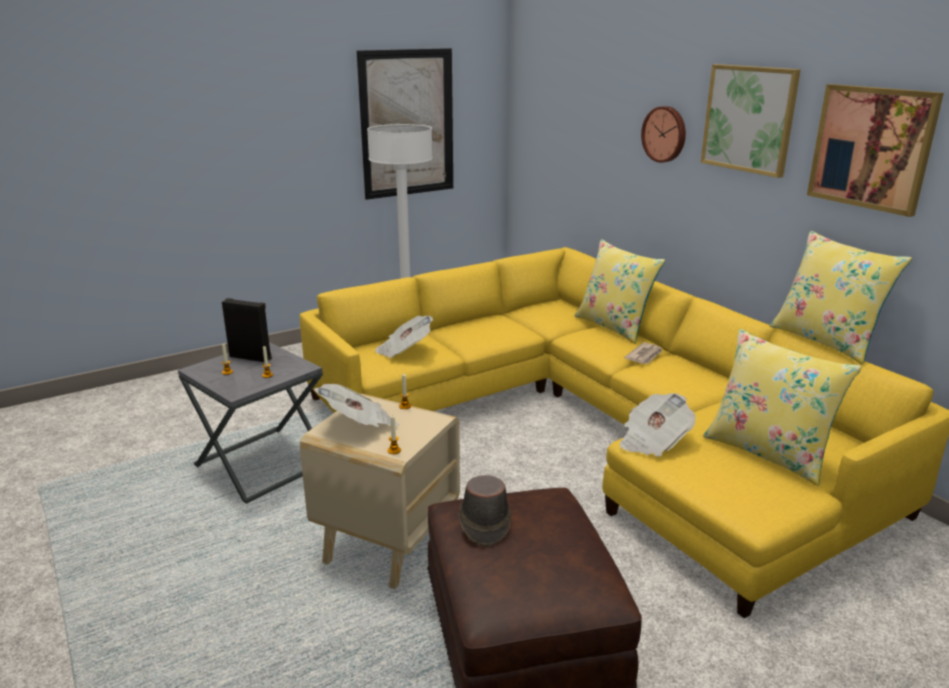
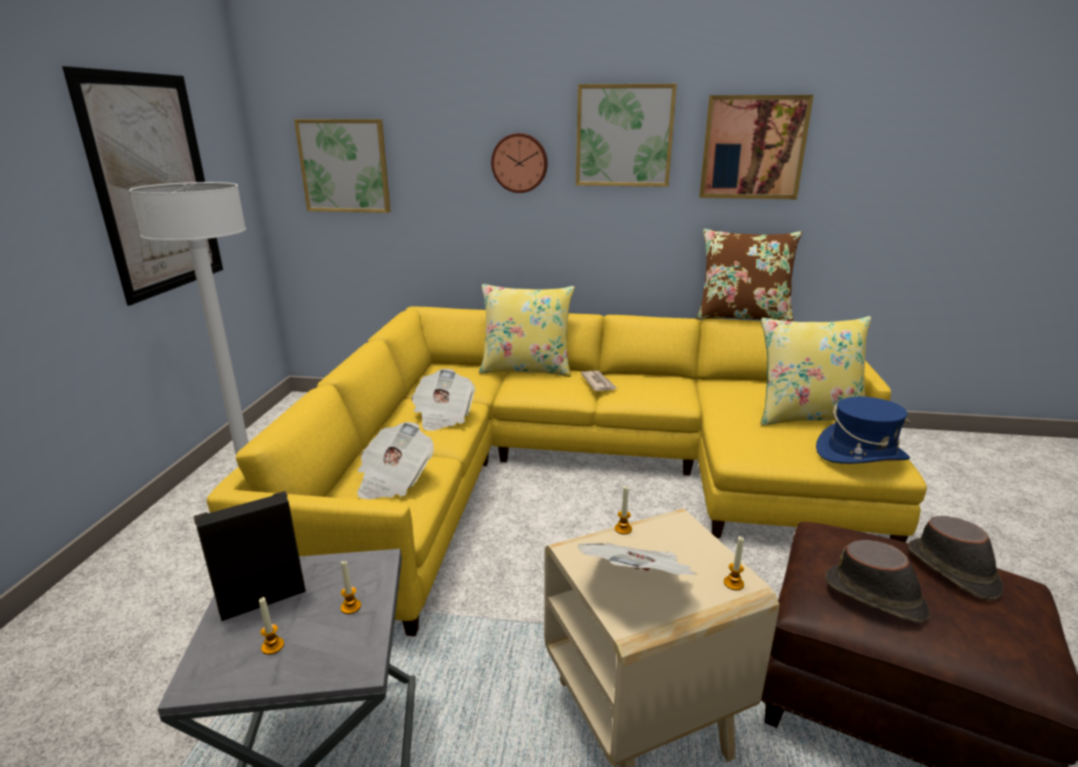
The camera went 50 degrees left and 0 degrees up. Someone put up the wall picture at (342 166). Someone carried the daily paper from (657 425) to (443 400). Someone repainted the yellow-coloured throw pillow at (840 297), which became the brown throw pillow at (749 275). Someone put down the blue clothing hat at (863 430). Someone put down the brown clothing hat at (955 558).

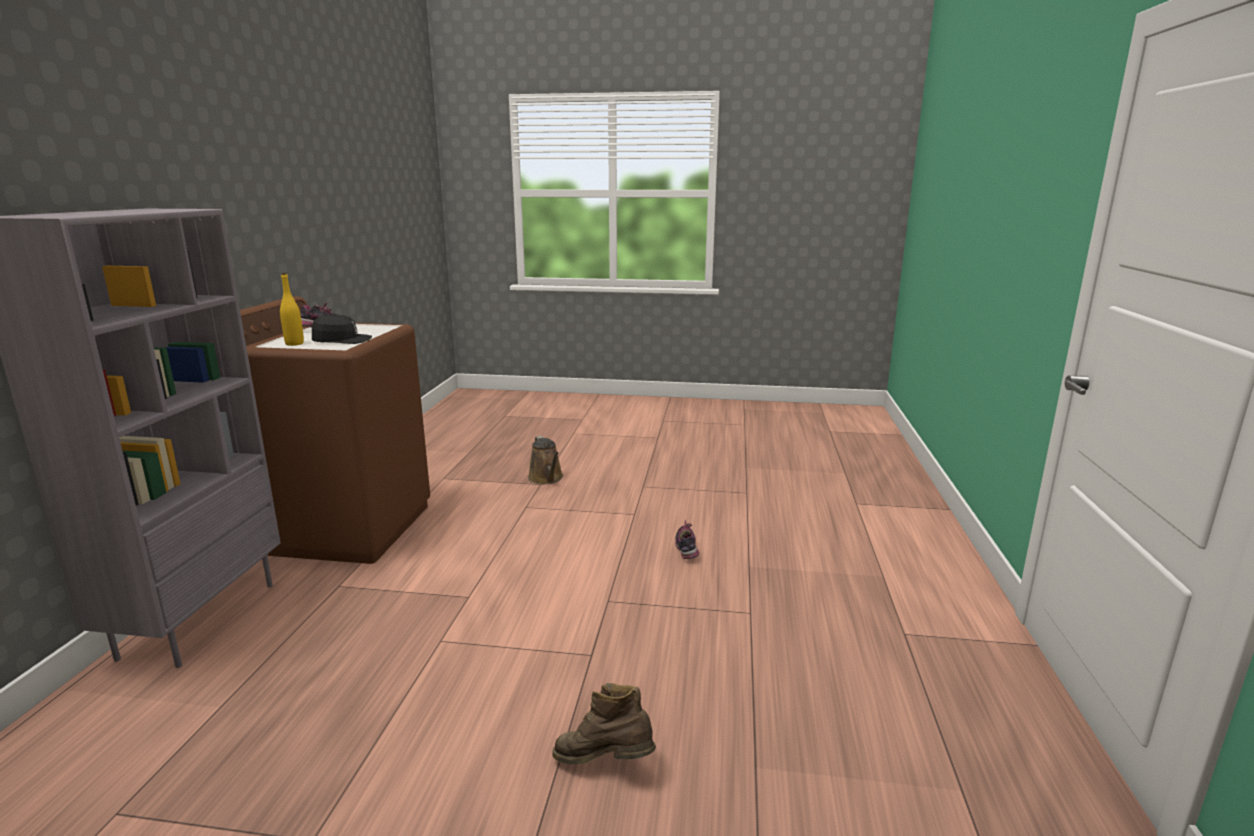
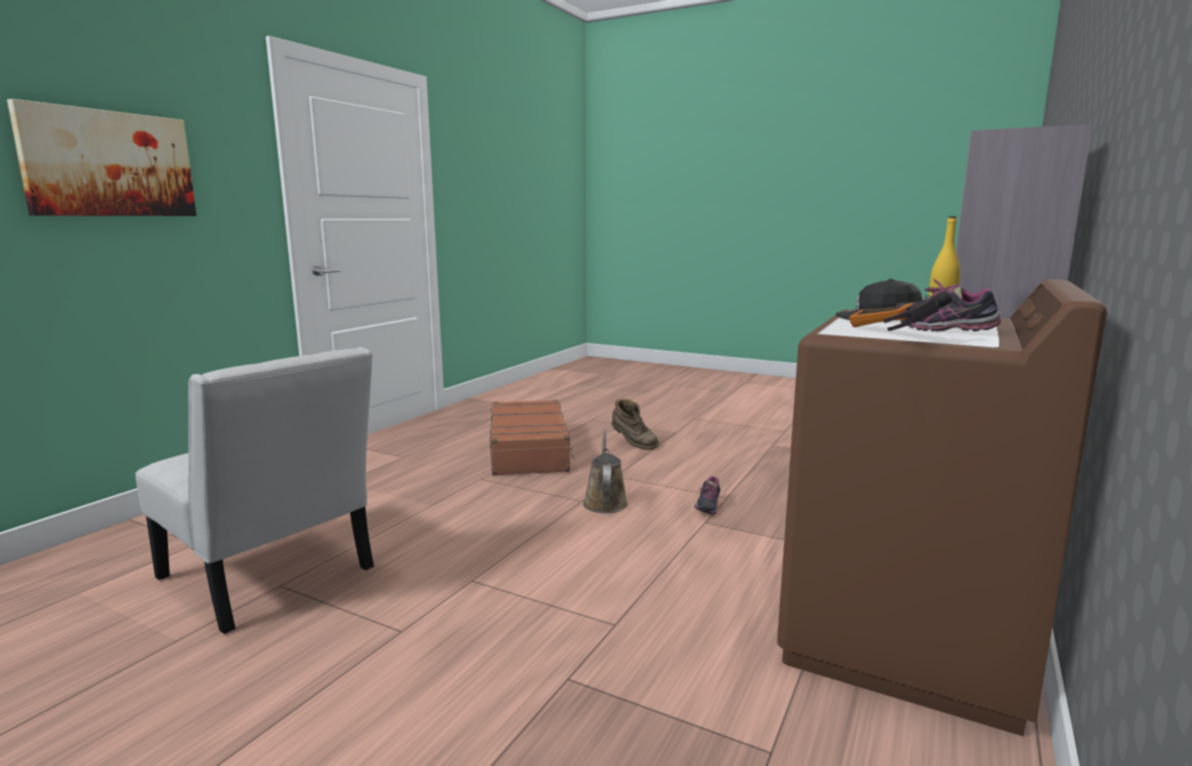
The camera went 160 degrees left and 5 degrees down. Someone put up the wall picture at (102 157). Someone put down the white upright chair at (254 490). Someone put down the brown travel case at (532 438). Someone carried the brown watering can from (545 460) to (605 472). Someone carried the item of footwear from (687 539) to (707 495). Someone put down the hammer at (900 311).

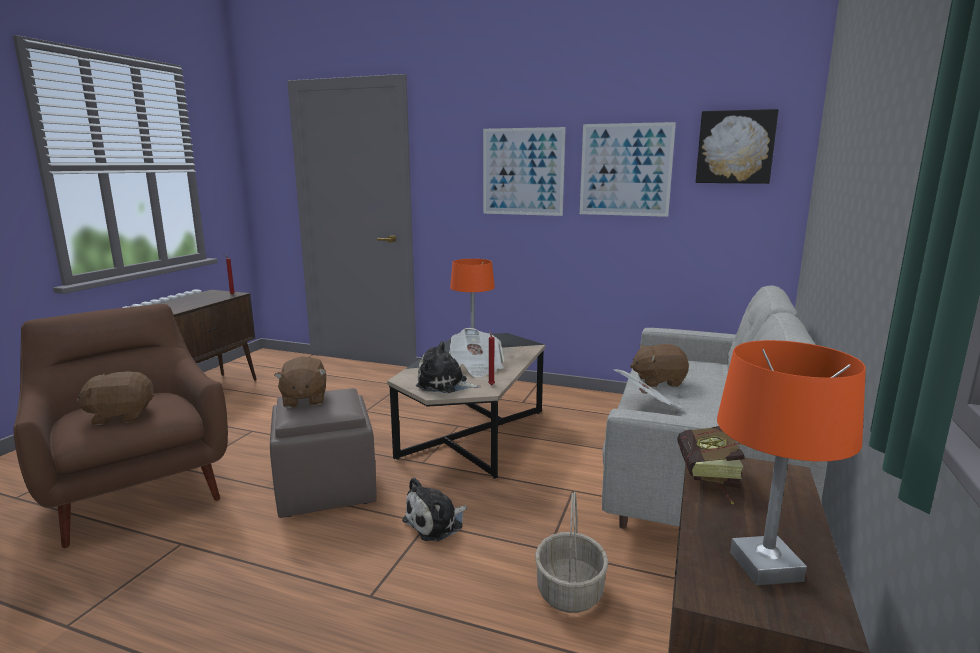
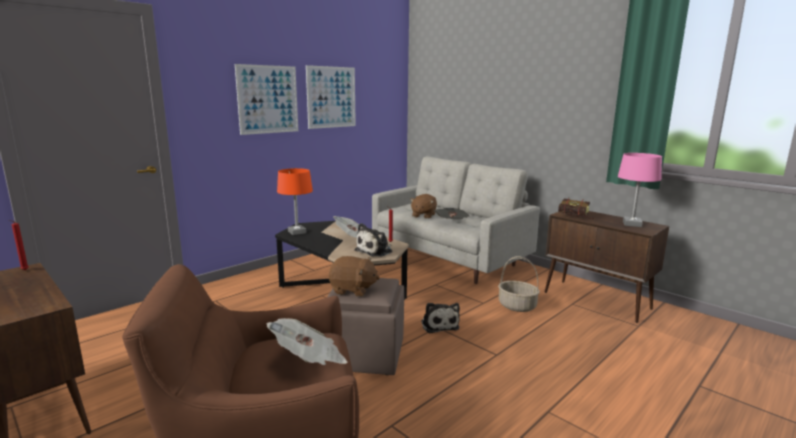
The camera went 65 degrees left and 0 degrees up. Someone swapped the brown soft toy at (115 398) for the daily paper at (307 341). Someone repainted the orange lamp for a table at (791 463), which became the pink lamp for a table at (640 190). Someone took away the wall picture at (737 146).

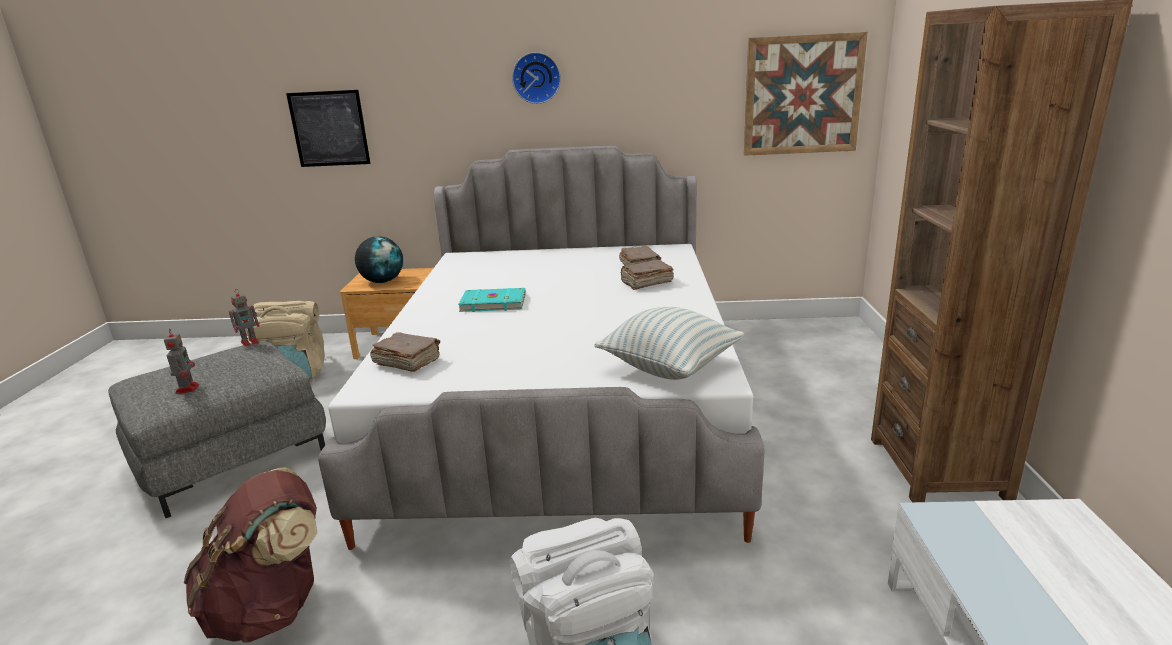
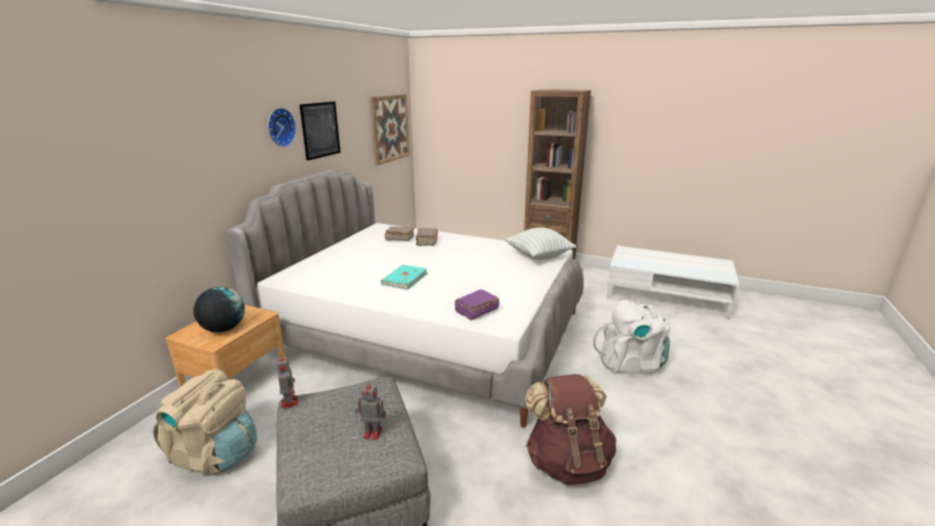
The camera went 70 degrees left and 0 degrees up. Someone carried the wall picture from (328 128) to (320 131). Someone repainted the brown book at (405 352), which became the purple book at (477 305).

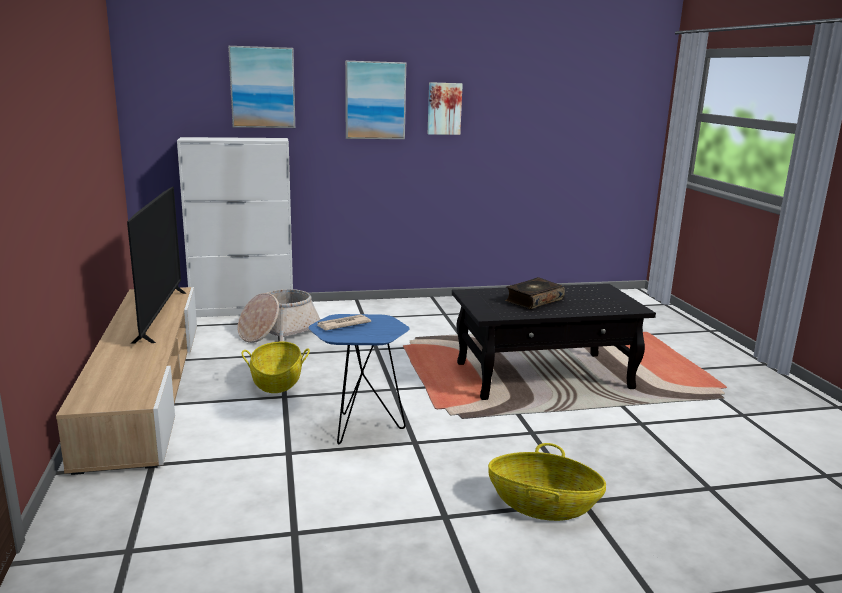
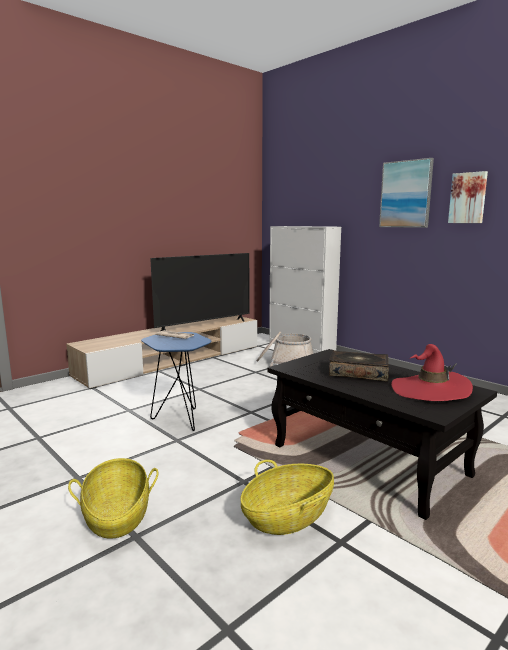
The camera went 60 degrees right and 5 degrees down. Someone carried the household basket from (276 367) to (287 497). Someone put down the reddish clothing hat at (432 372). Someone took away the wall picture at (261 87).

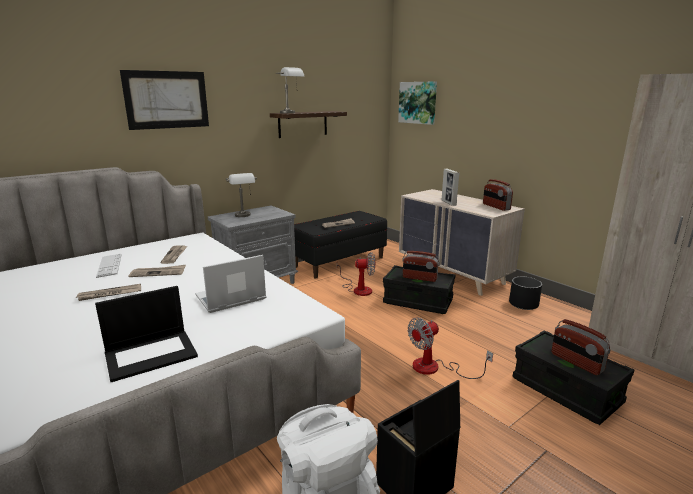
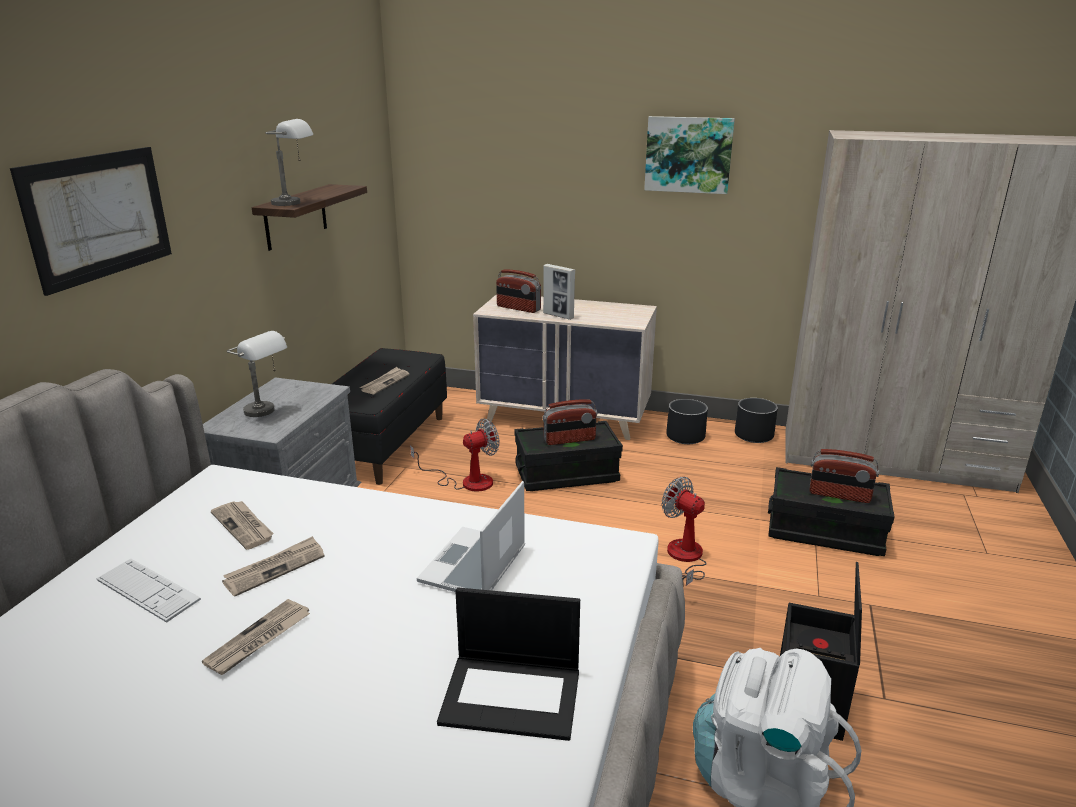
The camera went 35 degrees left and 5 degrees up. Someone rotated the portable computer at (146 334) by 75 degrees clockwise. Someone carried the radio receiver from (498 195) to (518 291). Someone carried the wall picture from (417 103) to (689 155). Someone rotated the electric fan at (450 348) by 120 degrees clockwise. Someone put down the blackish plant pot at (756 420).

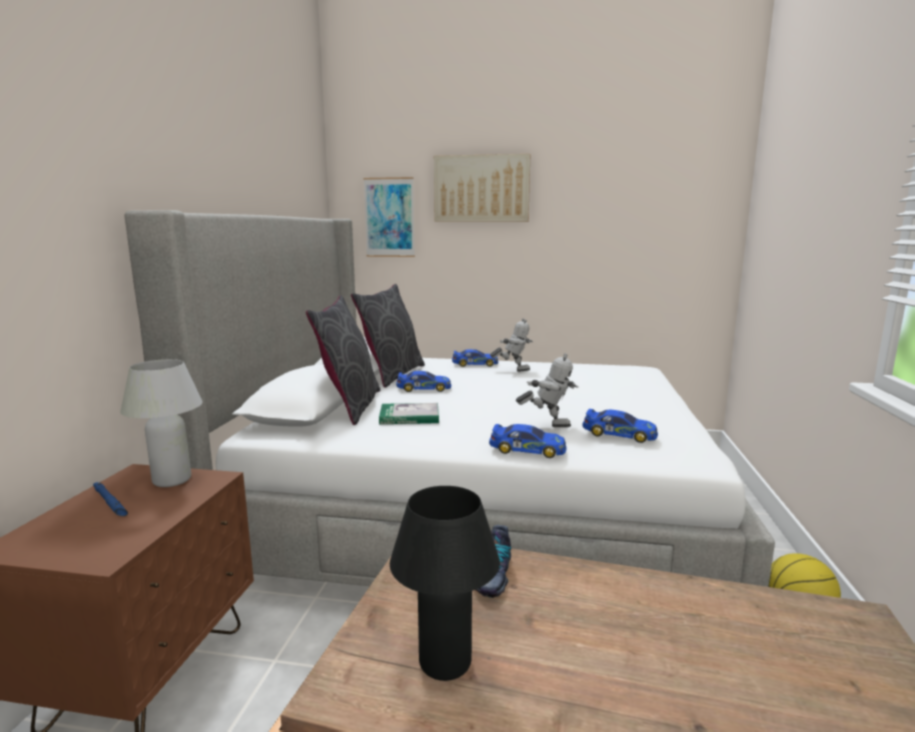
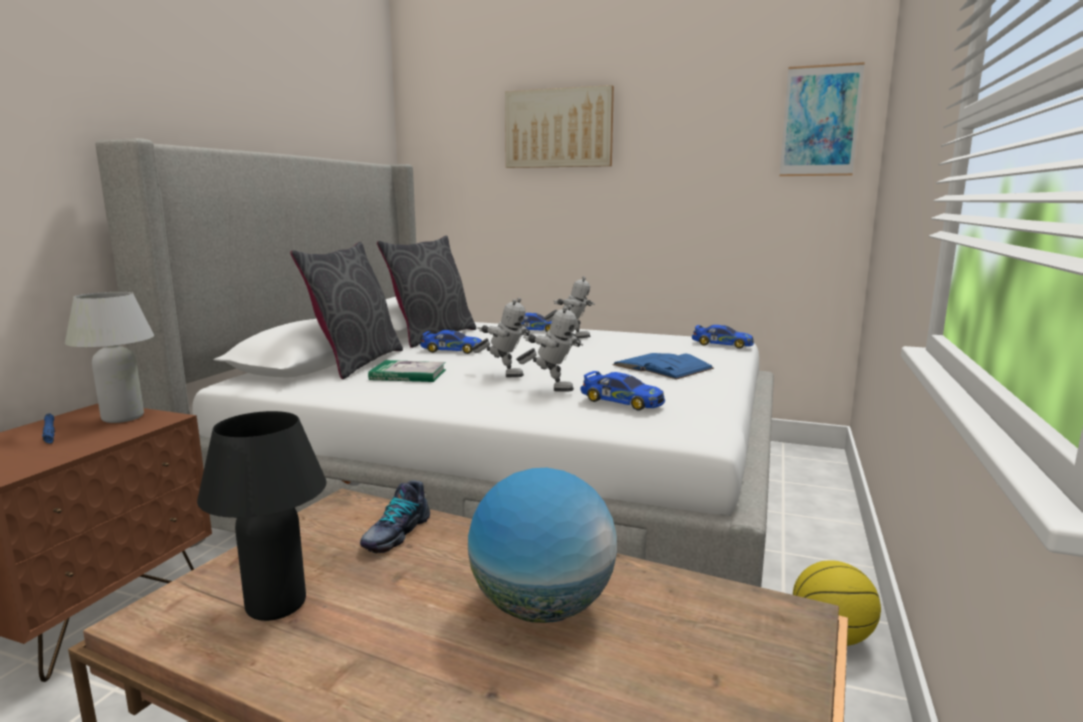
The camera went 10 degrees right and 0 degrees up. Someone put down the desk globe at (542 545). Someone put down the model robot at (501 337). Someone put down the blue book at (663 366). Someone carried the toy car from (528 441) to (723 337). Someone carried the wall picture from (389 217) to (822 119).

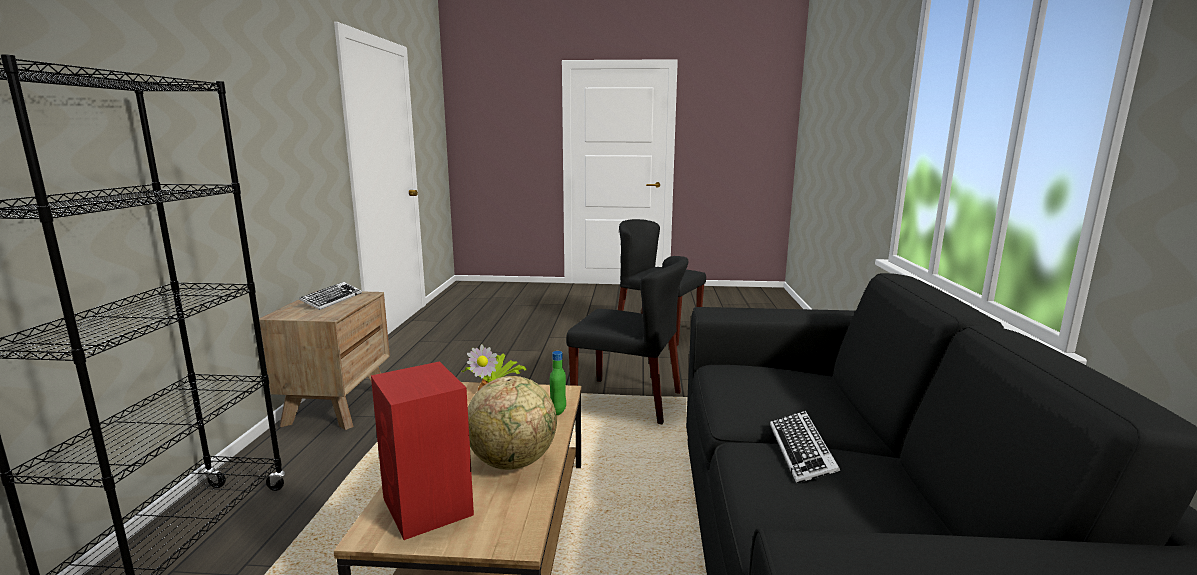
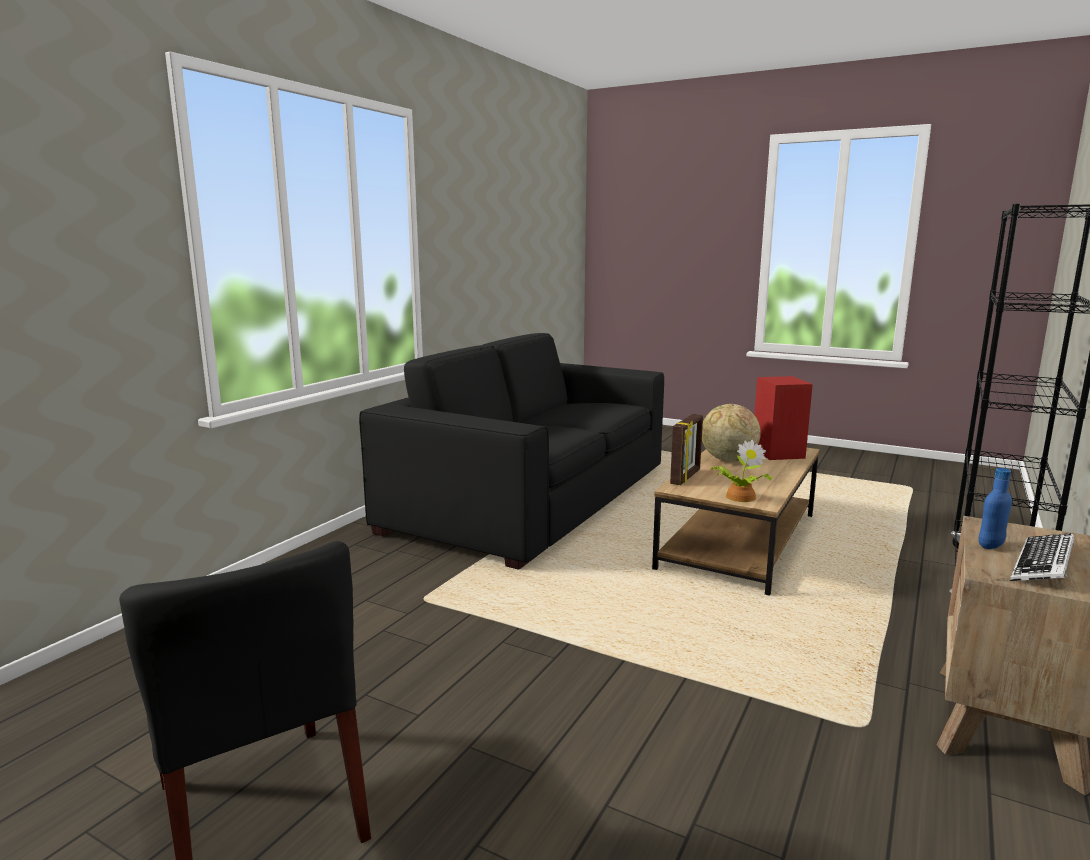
The camera went 155 degrees left and 0 degrees up. Someone swapped the greenish drink bottle at (558 383) for the photo frame at (686 449). Someone put down the blue drink bottle at (995 508). Someone took away the blackish upright chair at (627 340). Someone took away the computer keyboard at (805 447).

